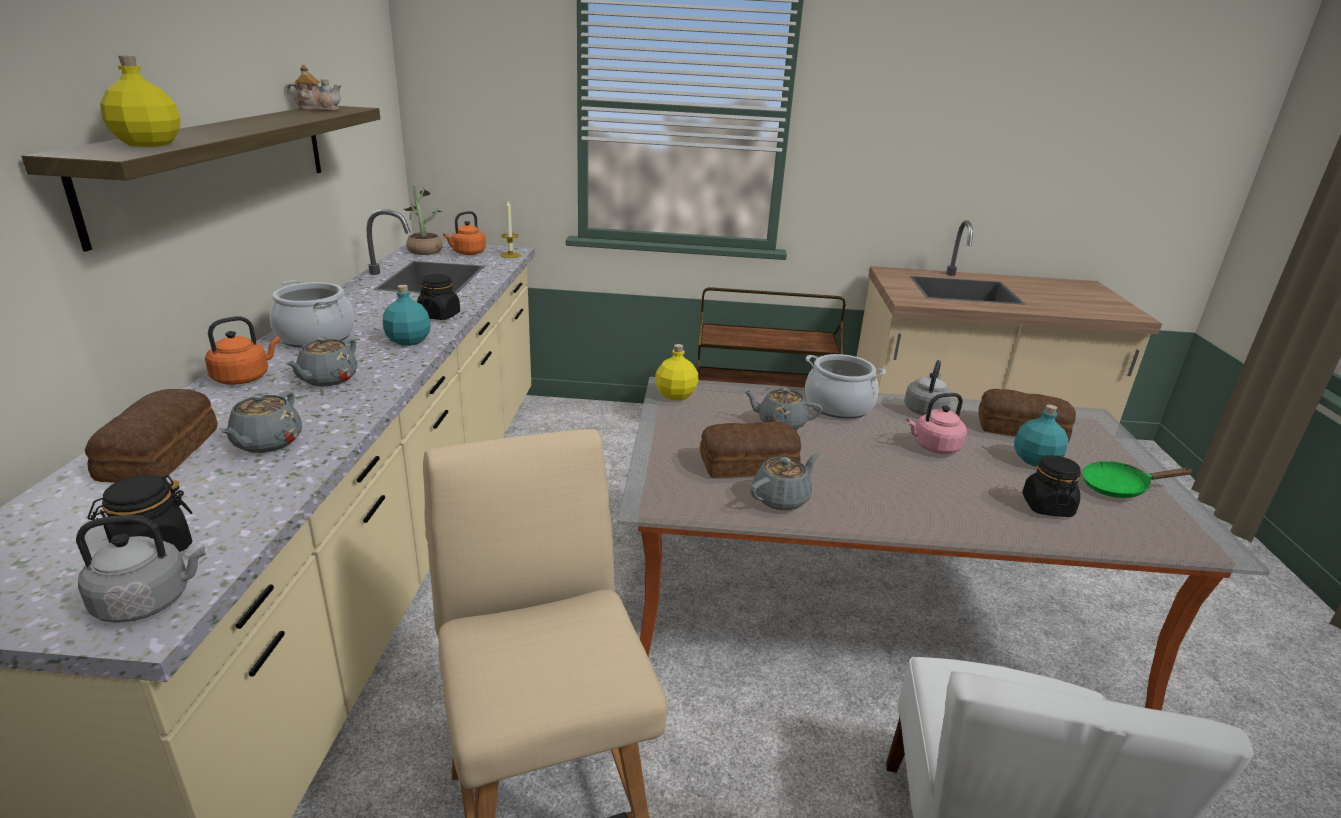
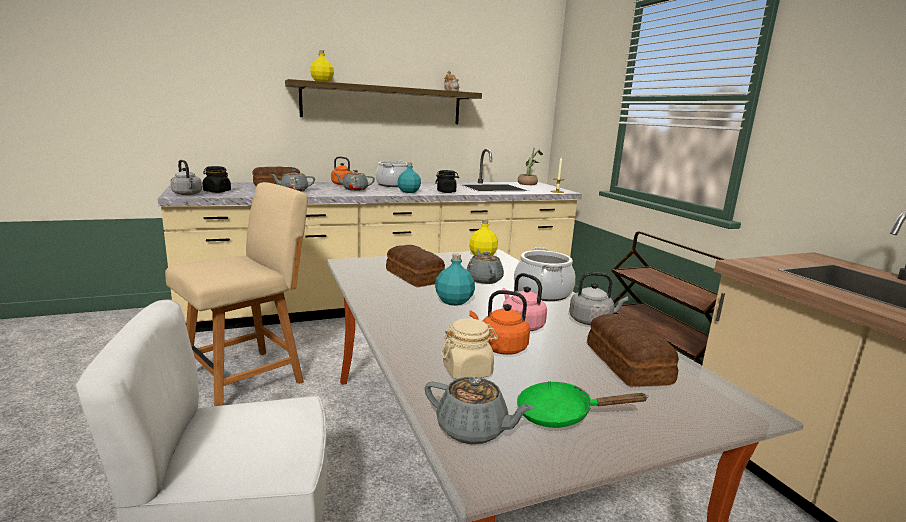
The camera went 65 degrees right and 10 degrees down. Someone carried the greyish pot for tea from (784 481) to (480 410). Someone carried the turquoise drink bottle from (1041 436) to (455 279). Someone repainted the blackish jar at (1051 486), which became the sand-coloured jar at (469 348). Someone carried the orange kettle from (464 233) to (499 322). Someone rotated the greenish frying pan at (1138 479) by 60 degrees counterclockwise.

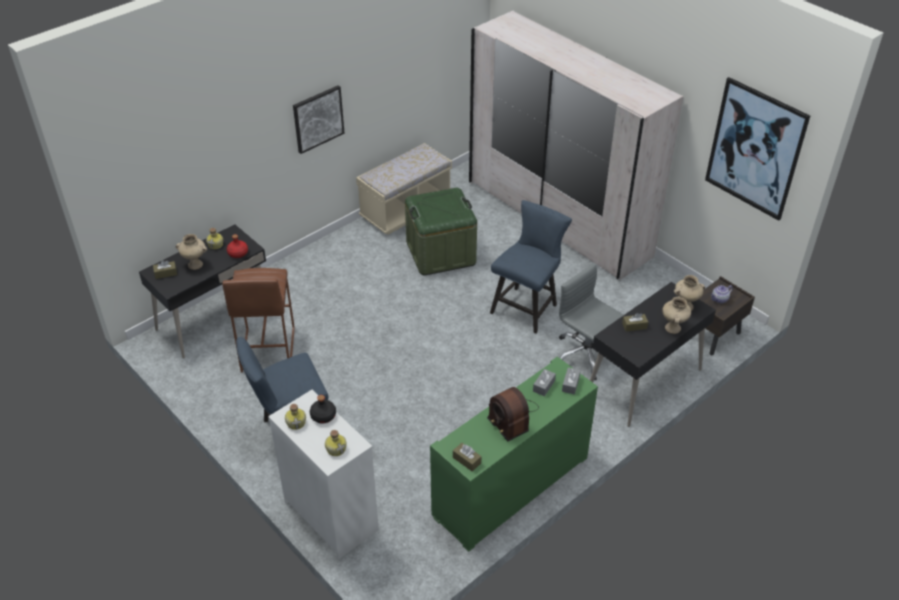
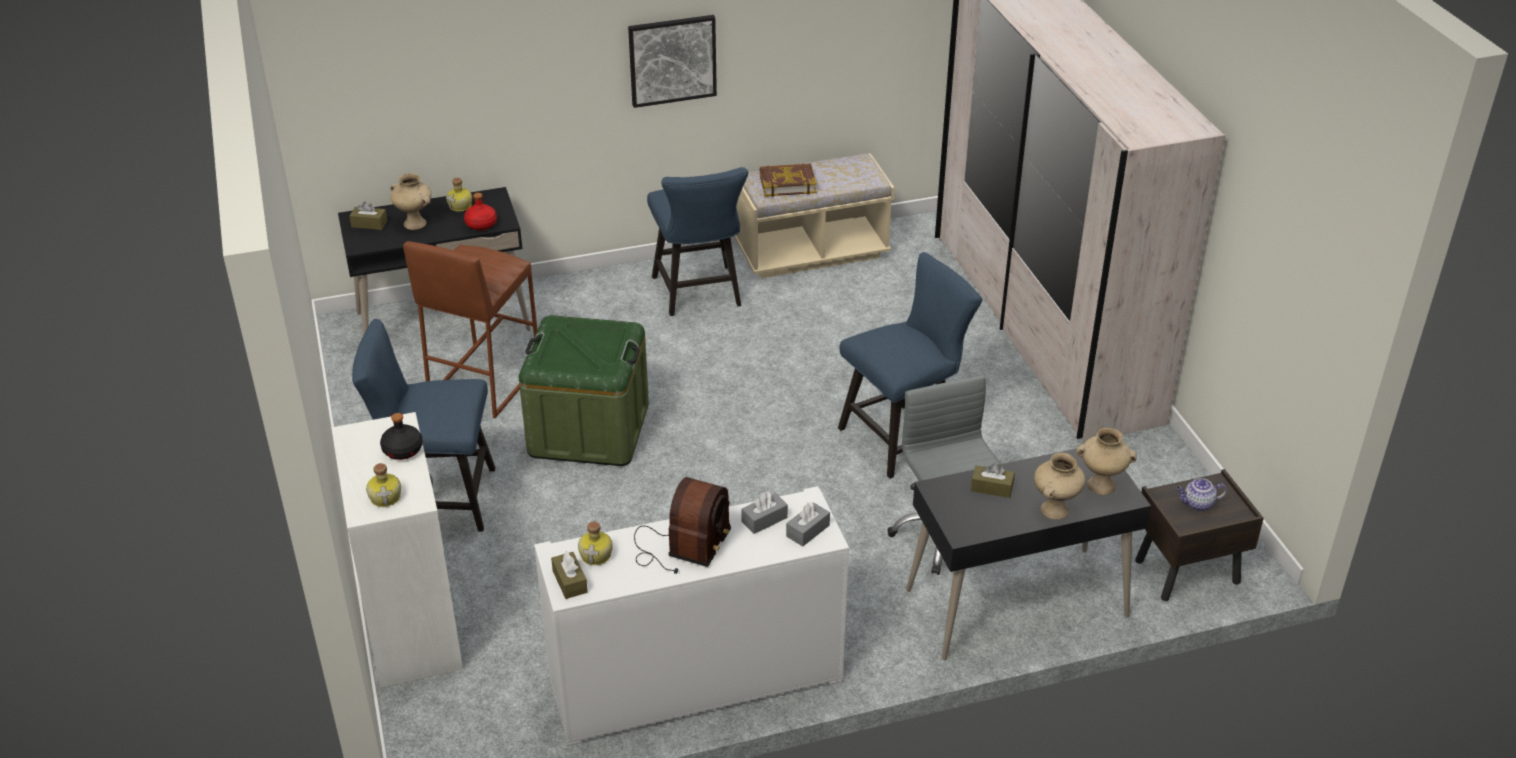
The camera went 25 degrees right and 5 degrees down. Someone carried the greenish storage bin from (441 231) to (584 390). Someone repainted the greenish cupboard at (514 454), which became the white cupboard at (691 616). Someone carried the drink bottle from (295 417) to (595 543). Someone rotated the radio receiver at (513 414) by 150 degrees counterclockwise. Someone put down the blue upright chair at (697 241). Someone put down the book at (788 180). Someone took away the wall picture at (757 149).

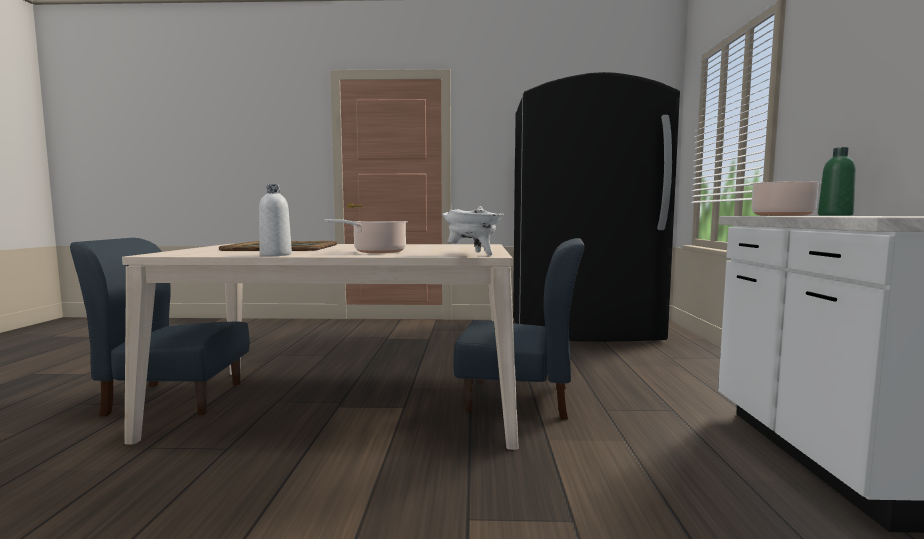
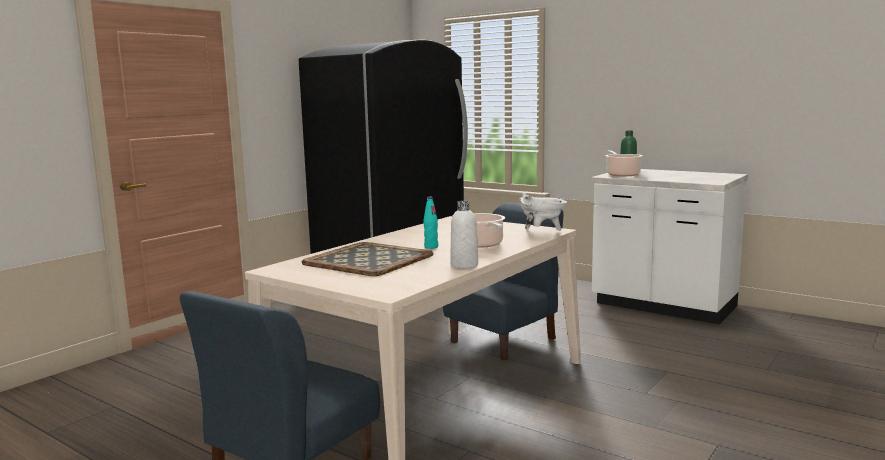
The camera went 55 degrees left and 5 degrees up. Someone put down the turquoise drink bottle at (430 223).

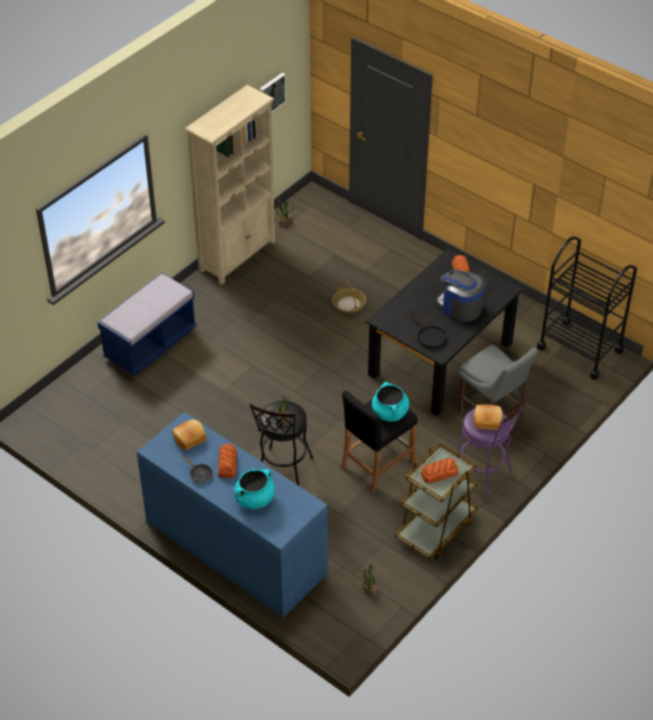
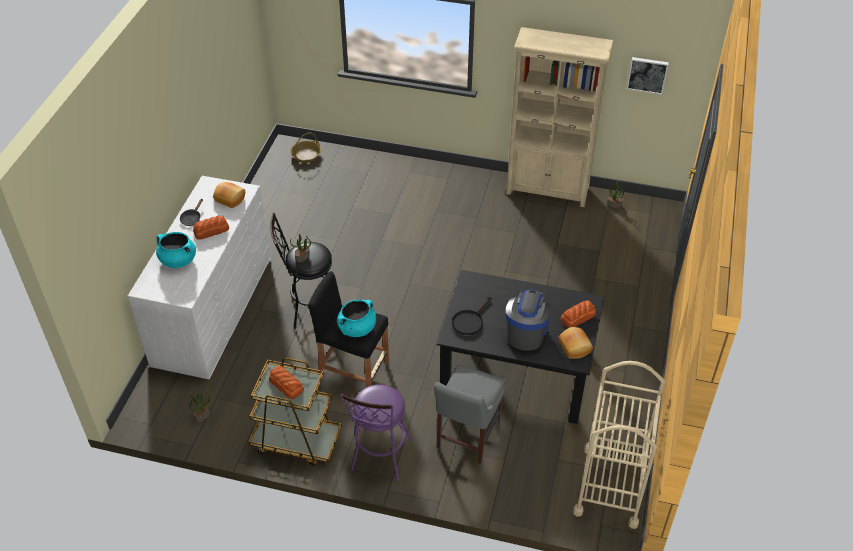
The camera went 65 degrees right and 0 degrees up. Someone repainted the blue dresser at (232 515), which became the white dresser at (199 277). Someone carried the household basket from (349 297) to (305 148). Someone carried the bakery bread from (488 417) to (576 343). Someone repainted the blackish cart at (587 308), which became the sand-coloured cart at (619 445). Someone took away the blue bench at (147 324).

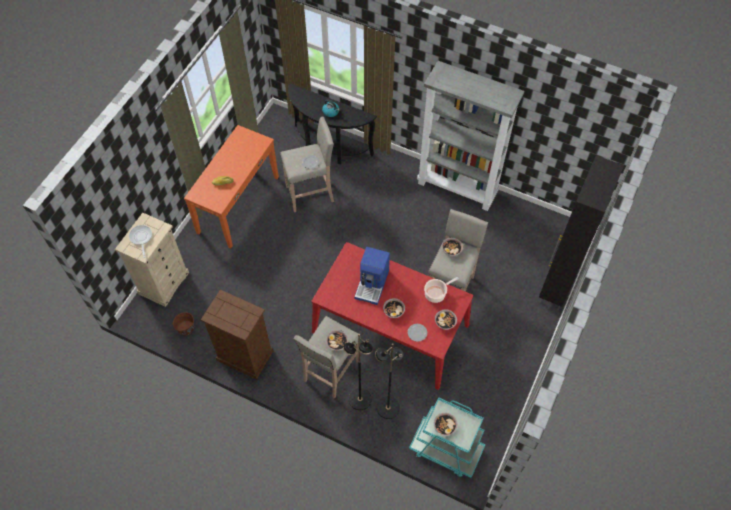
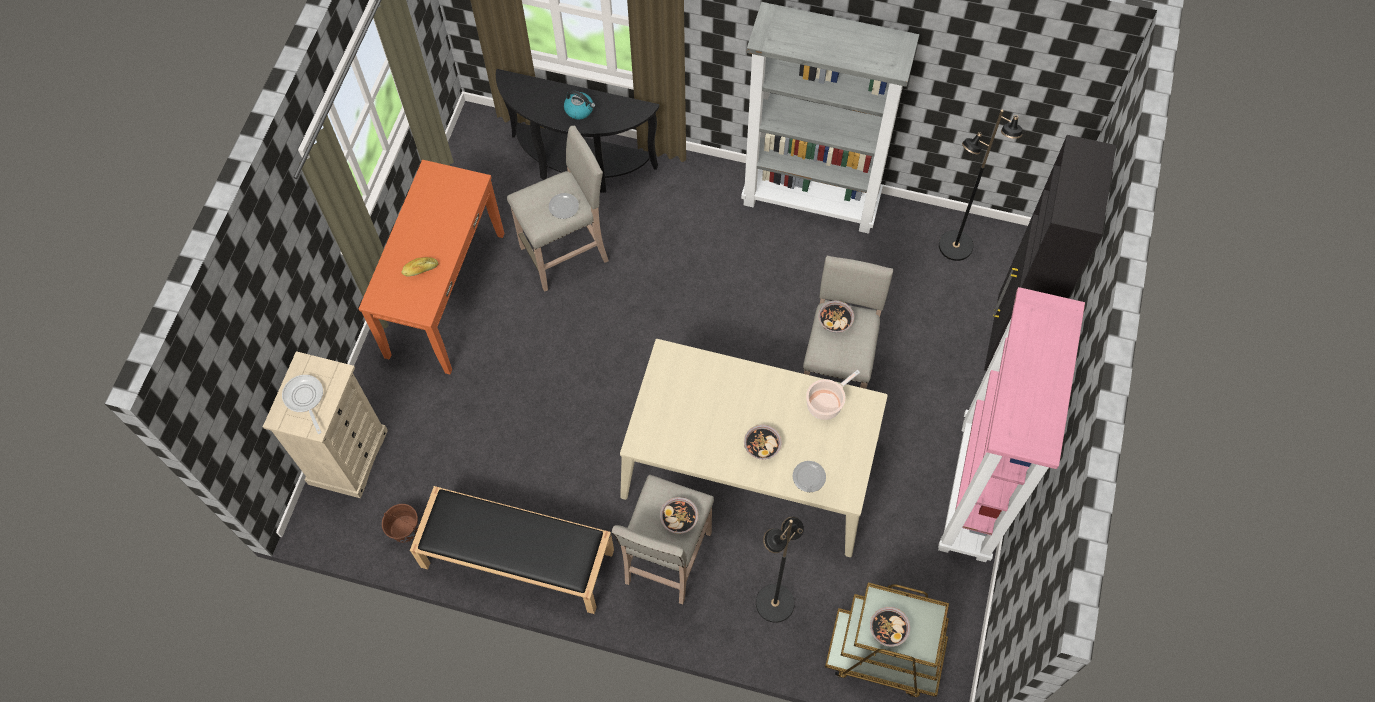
The camera went 10 degrees left and 5 degrees up. Someone swapped the brown dresser at (237 335) for the blackish bench at (512 550). Someone repainted the reddish kitchen table at (392 316), which became the sand-coloured kitchen table at (754 448). Someone repainted the turquoise cart at (447 437), which became the brown cart at (887 639). Someone put down the pink bookcase at (1011 424). Someone carried the blackish standard lamp from (358 372) to (981 185). Someone took away the coffee maker at (372 276). Someone took away the serving bowl at (446 319).

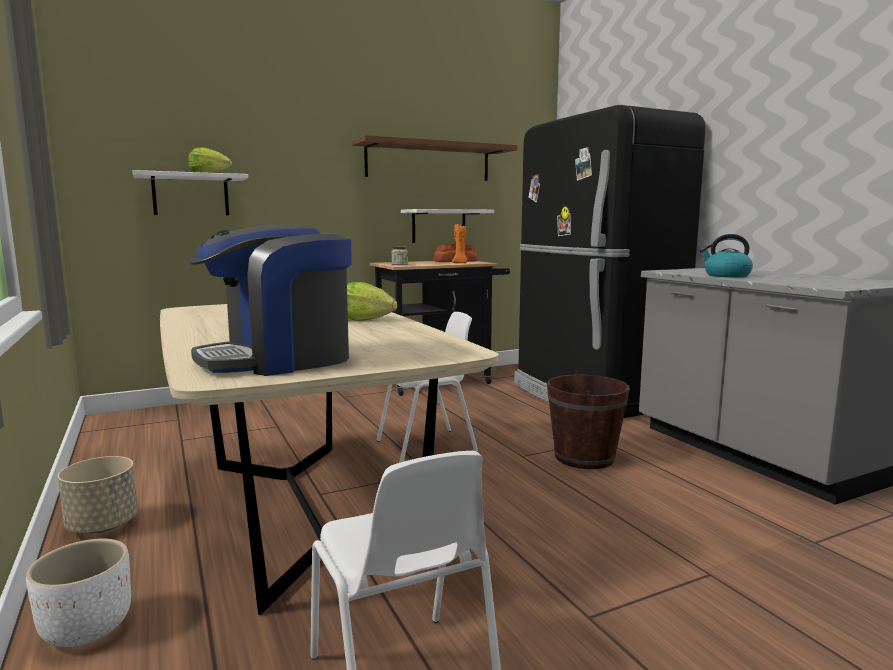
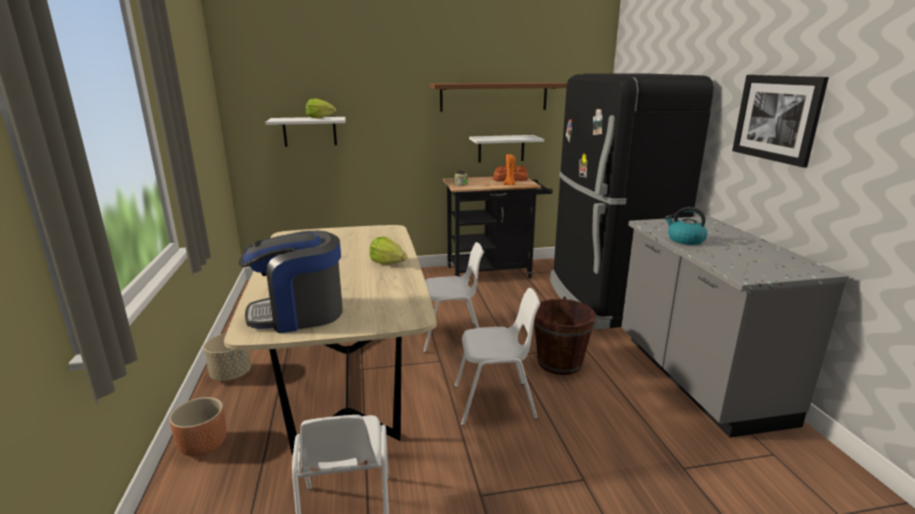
The camera went 15 degrees right and 10 degrees up. Someone repainted the white plant pot at (78 593), which became the brown plant pot at (198 427). Someone put down the white upright chair at (497 357). Someone put up the wall picture at (780 121).

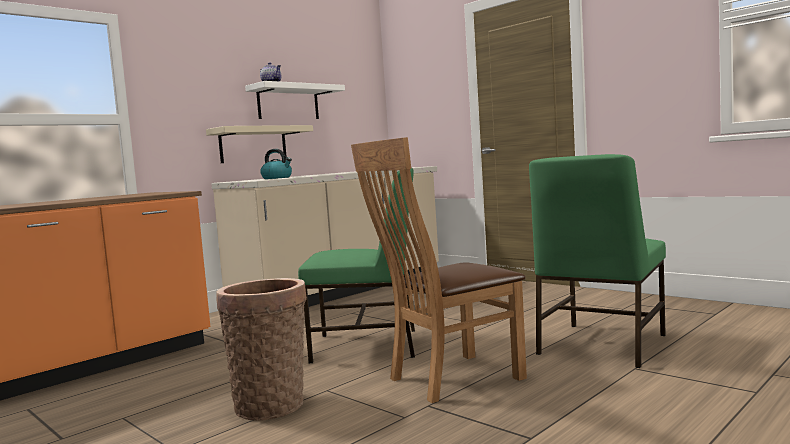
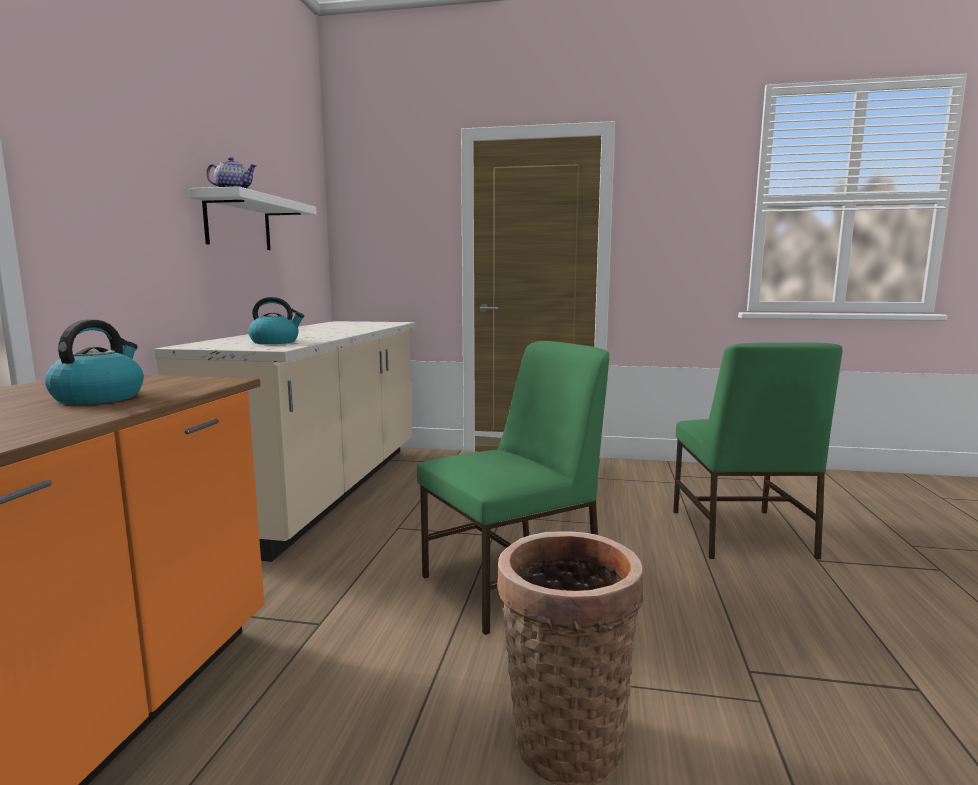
The camera went 35 degrees left and 5 degrees up. Someone put down the kettle at (94 362). Someone took away the sand-coloured shelf at (259 144). Someone took away the brown upright chair at (439 270).

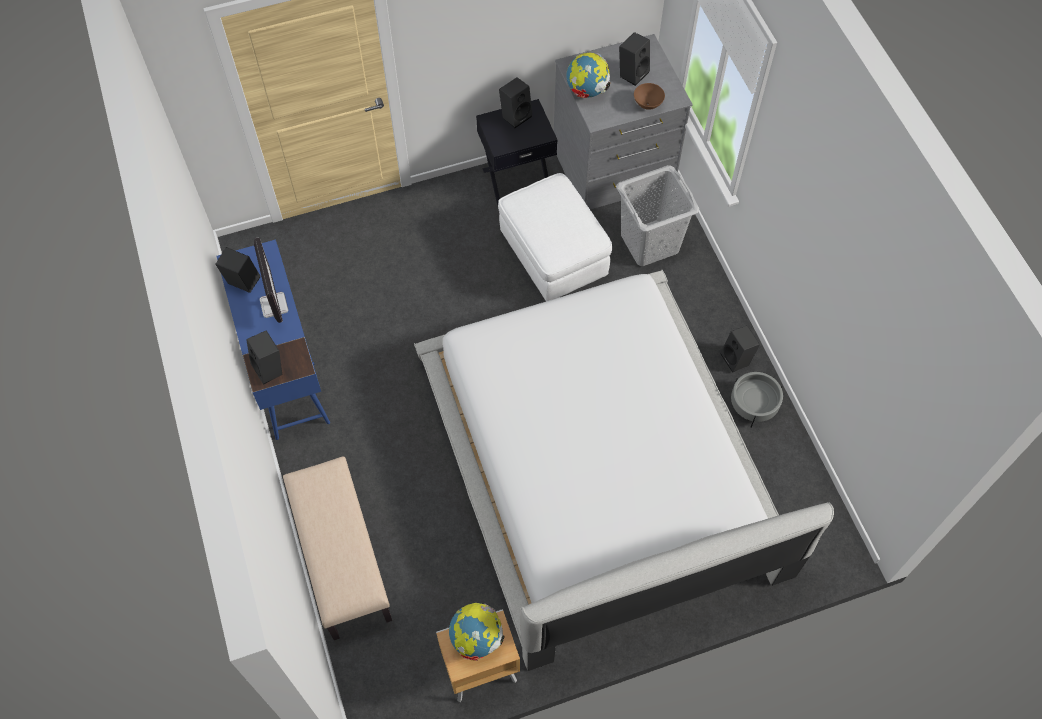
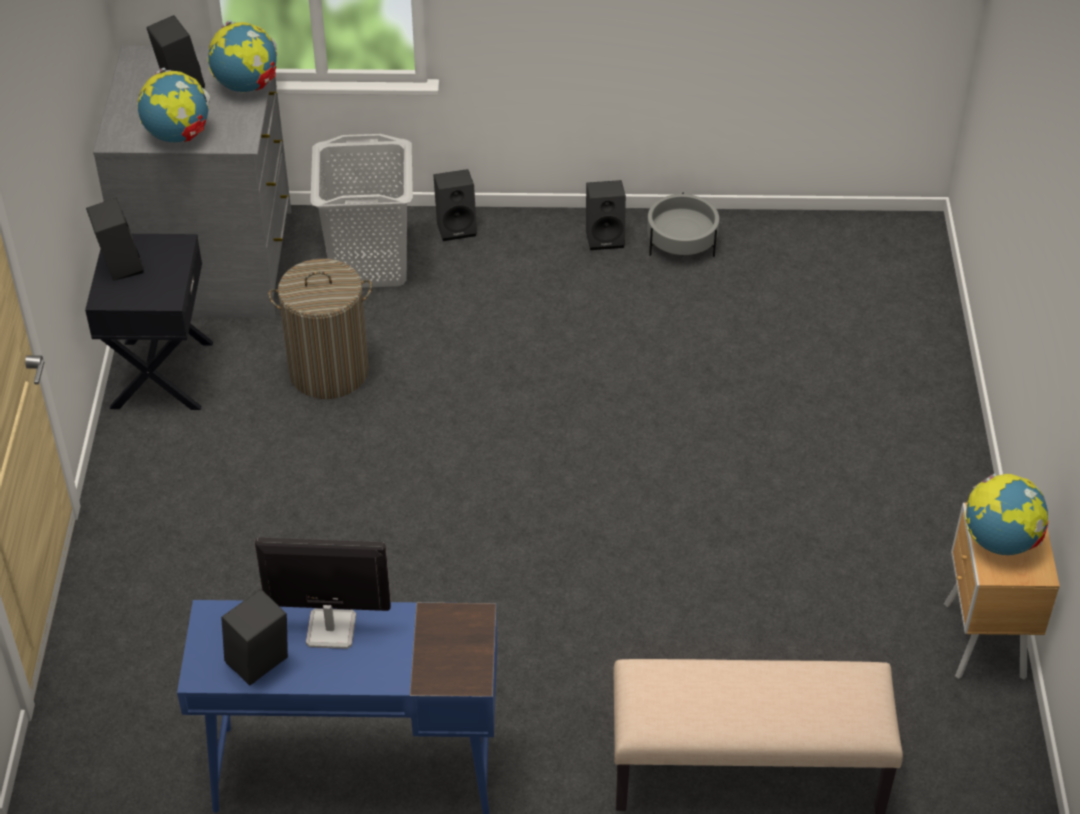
The camera went 70 degrees left and 15 degrees down. Someone swapped the brown serving bowl at (649 96) for the desk globe at (242 56). Someone swapped the white pouffe at (555 237) for the hamper at (320 329). Someone carried the blackish speaker from (264 357) to (455 205). Someone took away the white bed at (624 470).

